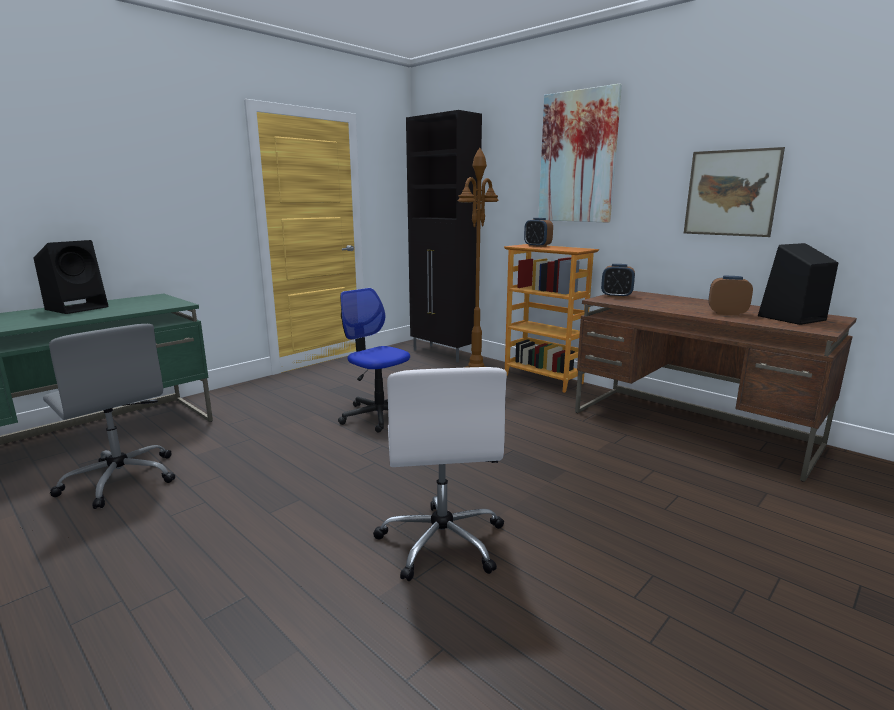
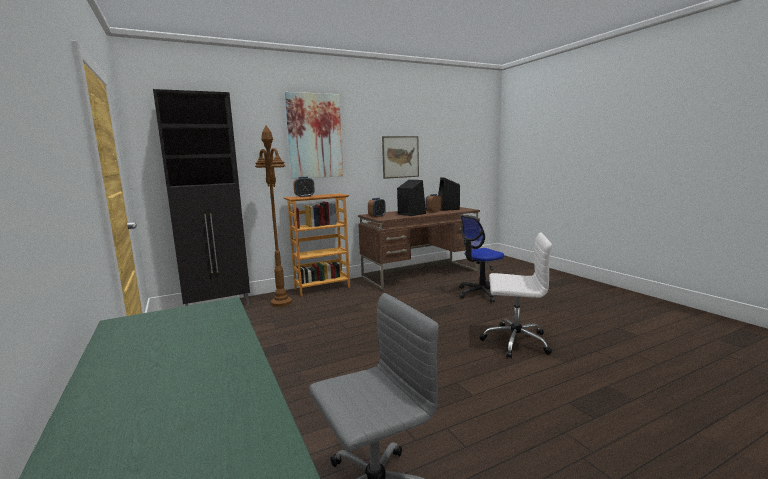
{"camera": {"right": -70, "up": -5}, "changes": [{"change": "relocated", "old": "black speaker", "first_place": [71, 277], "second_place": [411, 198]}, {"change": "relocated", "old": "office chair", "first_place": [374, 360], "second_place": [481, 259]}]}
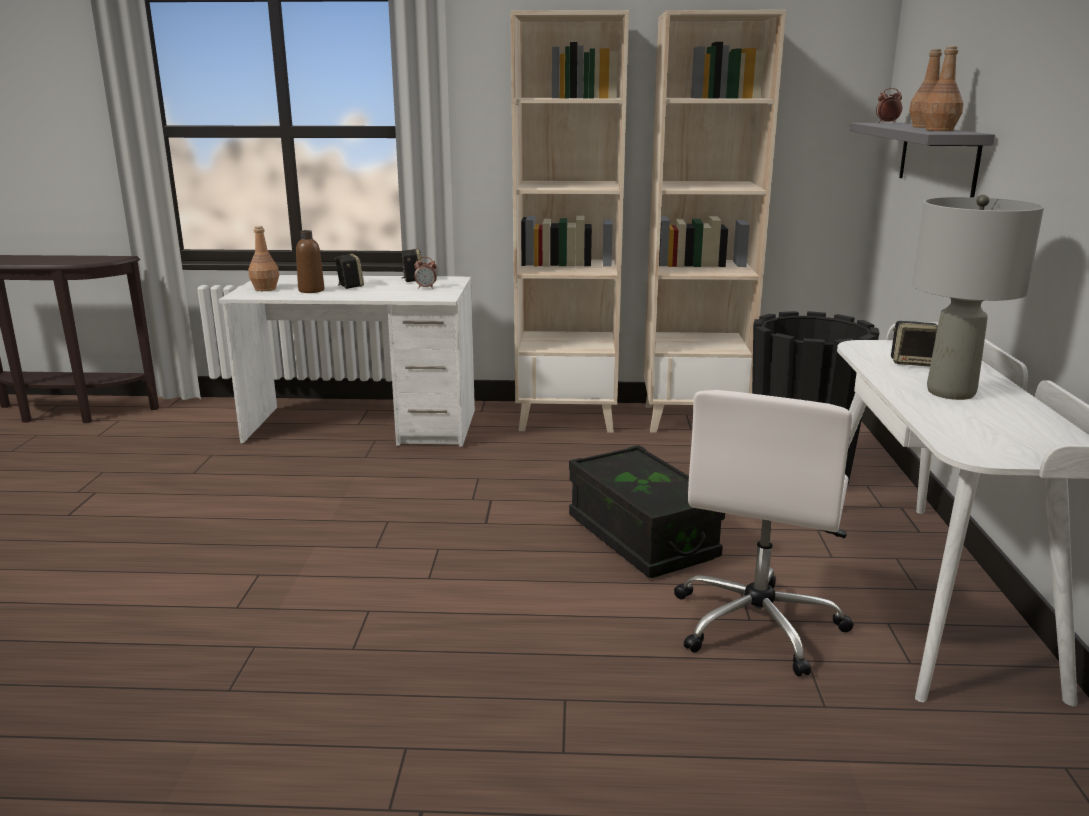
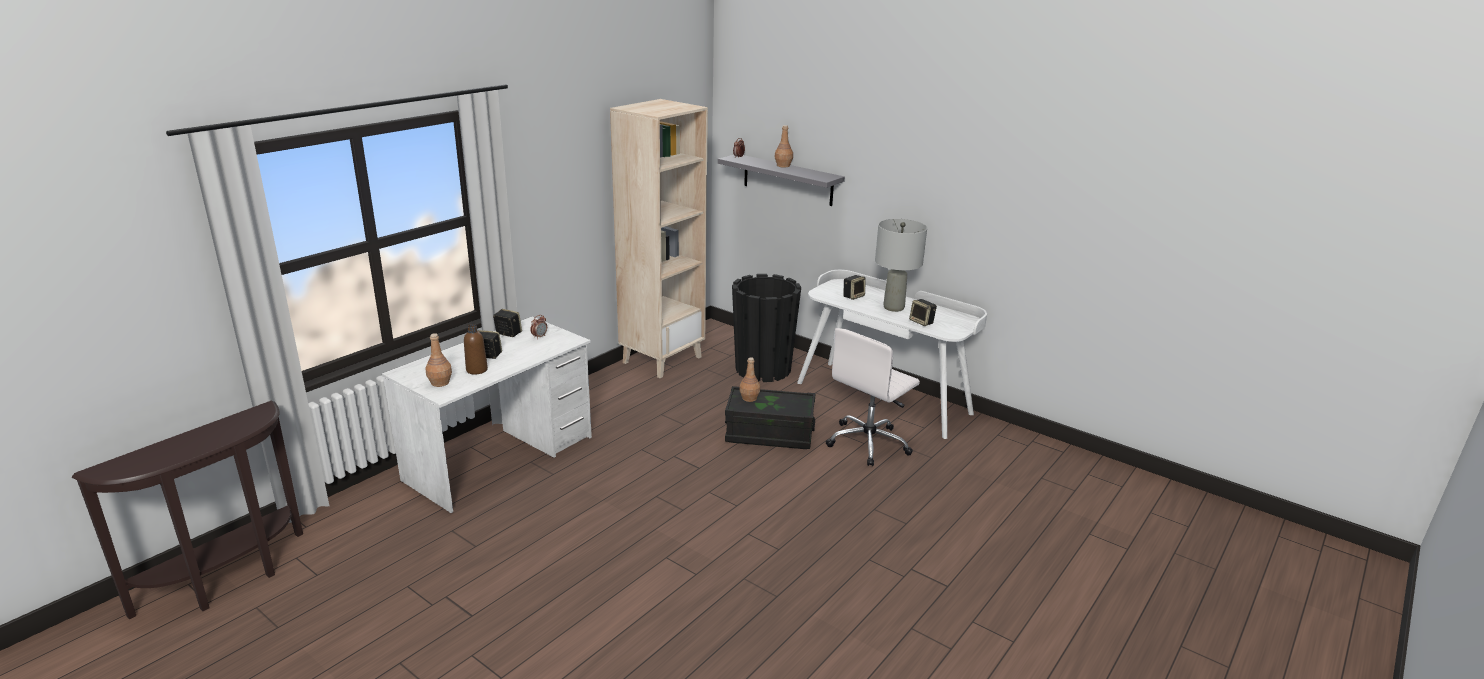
{"camera": {"right": -55, "up": 5}, "changes": [{"change": "missing", "old": "beige bookcase", "first_place": [570, 221]}, {"change": "spun", "old": "white office chair", "first_place": [764, 533], "second_place": [873, 397], "degrees": 75}, {"change": "relocated", "old": "brown bottle", "first_place": [942, 88], "second_place": [749, 379]}, {"change": "appeared", "new": "speaker", "second_place": [923, 312]}]}
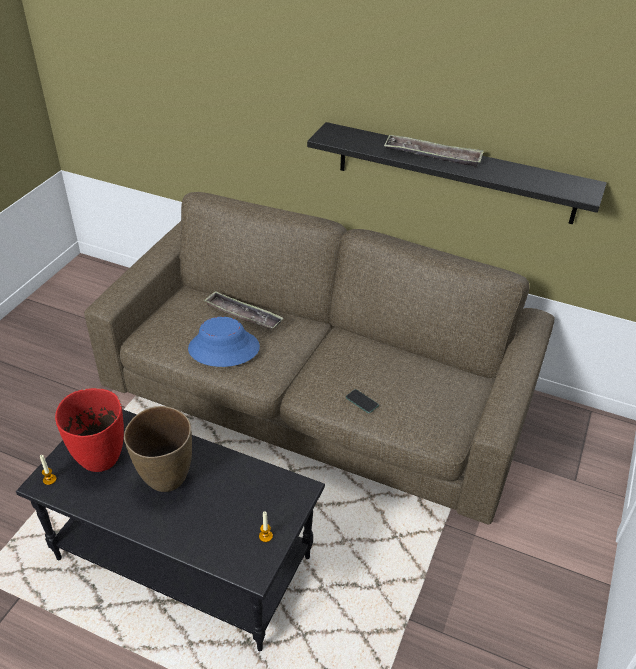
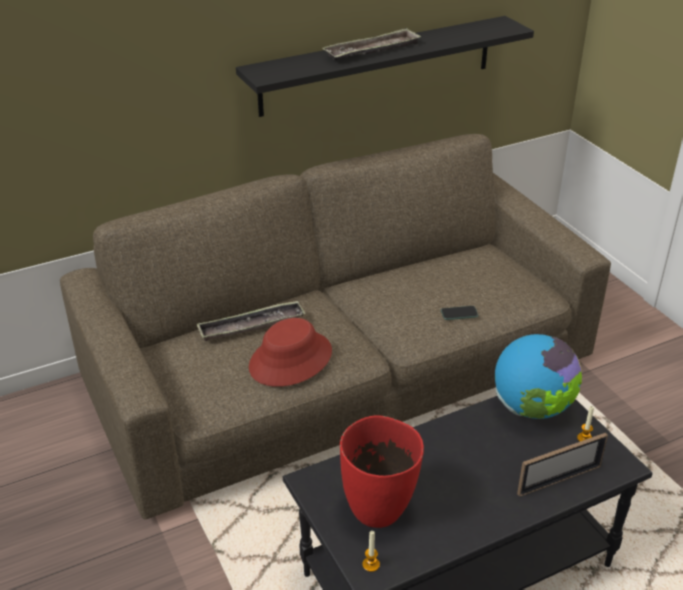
{"camera": {"right": -50, "up": -5}, "changes": [{"change": "missing", "old": "brown vase", "first_place": [158, 449]}, {"change": "colour", "old": "blue hat", "new": "red hat", "first_place": [224, 342], "second_place": [290, 352]}, {"change": "appeared", "new": "globe", "second_place": [538, 376]}, {"change": "appeared", "new": "picture frame", "second_place": [562, 465]}]}
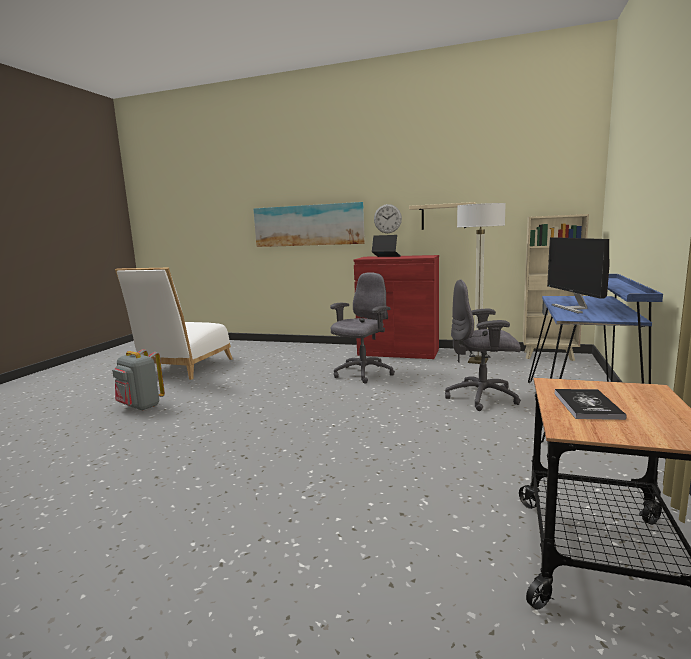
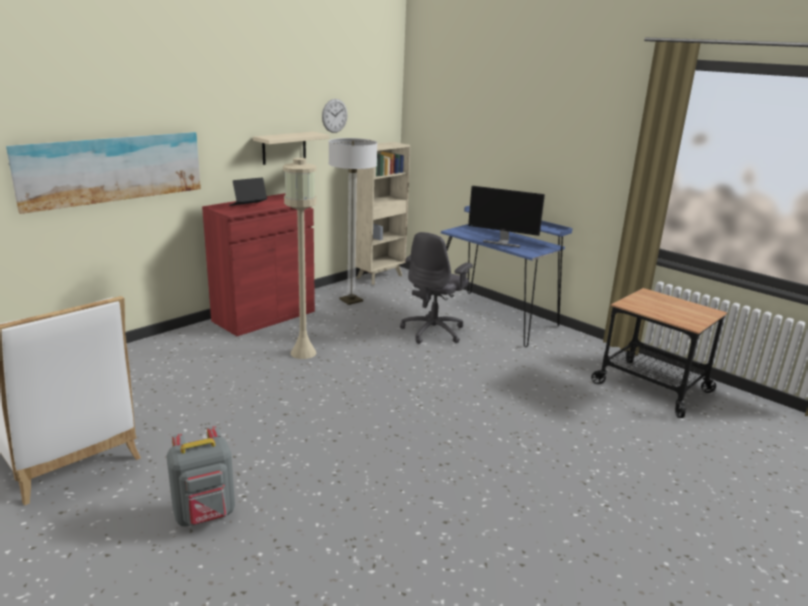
{"camera": {"right": -65, "up": 10}, "changes": [{"change": "exchanged", "old": "grey office chair", "new": "beige floor lamp", "first_place": [362, 328], "second_place": [300, 258]}, {"change": "relocated", "old": "wall clock", "first_place": [388, 218], "second_place": [335, 116]}, {"change": "missing", "old": "book", "first_place": [590, 404]}]}
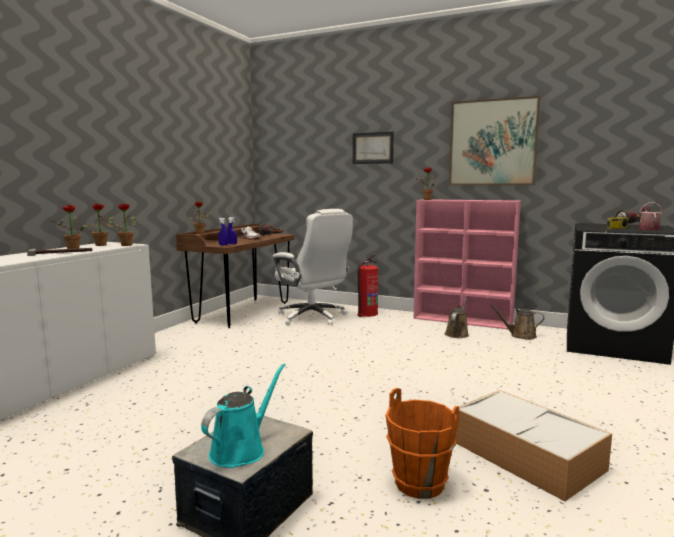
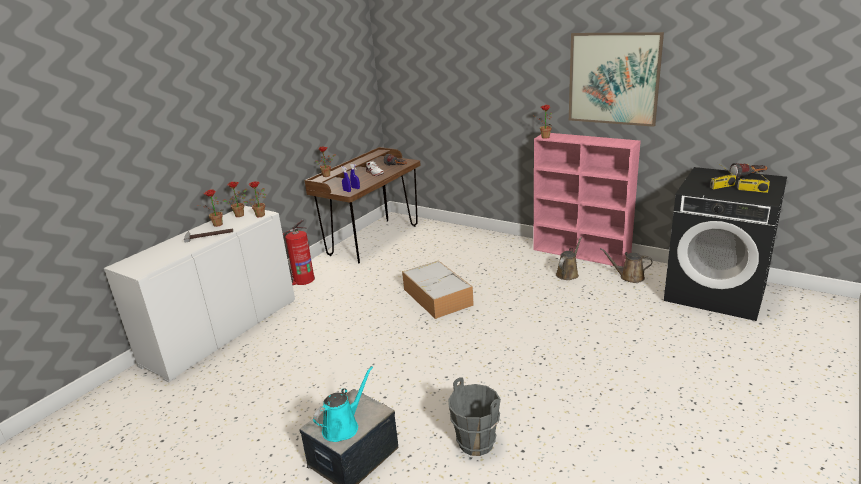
{"camera": {"right": 10, "up": 15}, "changes": [{"change": "missing", "old": "white office chair", "first_place": [313, 267]}, {"change": "missing", "old": "picture", "first_place": [373, 148]}, {"change": "relocated", "old": "fire extinguisher", "first_place": [367, 285], "second_place": [299, 252]}, {"change": "colour", "old": "orange bucket", "new": "grey bucket", "first_place": [422, 443], "second_place": [474, 416]}, {"change": "relocated", "old": "storage box", "first_place": [533, 445], "second_place": [438, 290]}, {"change": "exchanged", "old": "watering can", "new": "radio", "first_place": [651, 216], "second_place": [753, 179]}]}
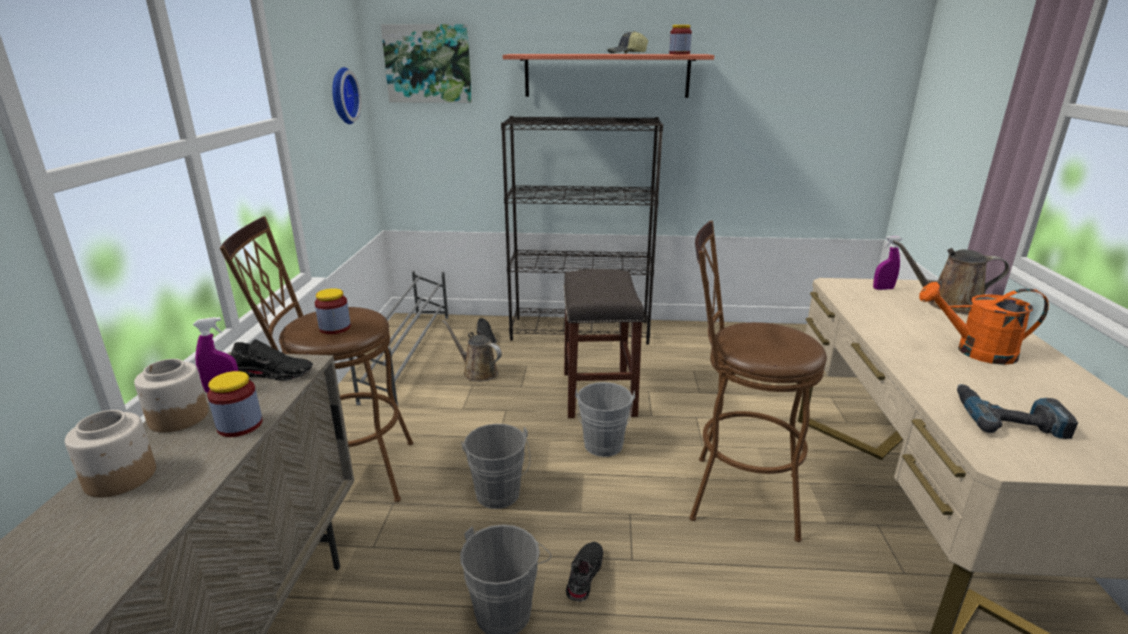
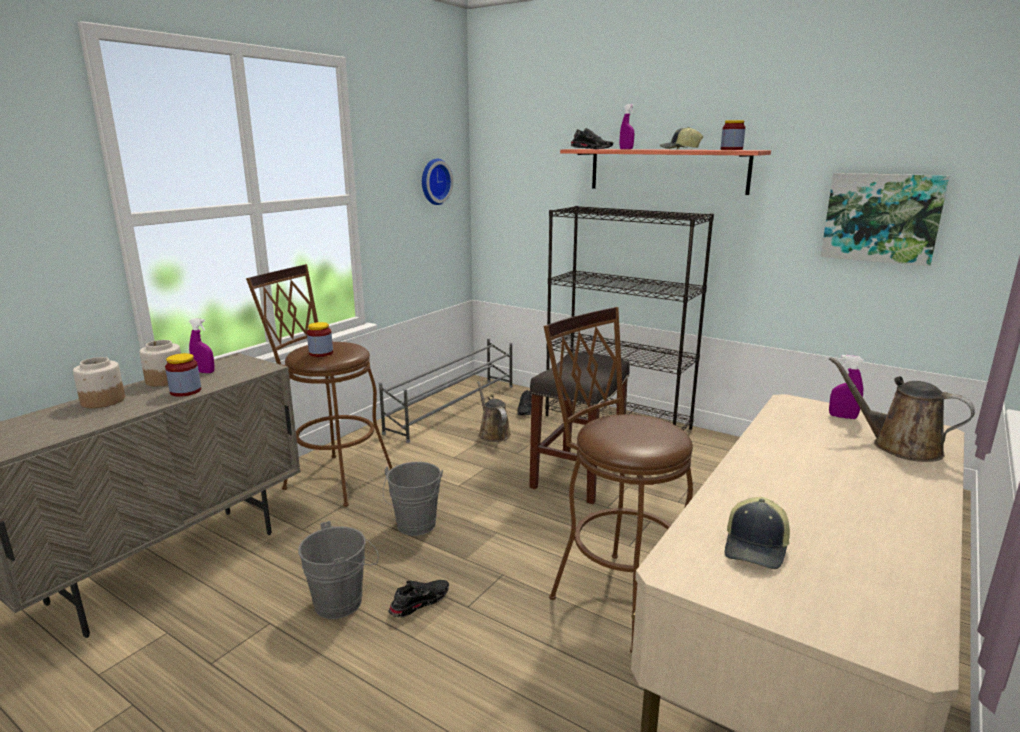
{"camera": {"right": 30, "up": -5}, "changes": [{"change": "relocated", "old": "black shoe", "first_place": [272, 360], "second_place": [591, 138]}, {"change": "relocated", "old": "picture", "first_place": [426, 63], "second_place": [884, 219]}, {"change": "missing", "old": "grey bucket", "first_place": [605, 419]}, {"change": "missing", "old": "orange watering can", "first_place": [984, 323]}, {"change": "exchanged", "old": "power drill", "new": "cap", "first_place": [1017, 411], "second_place": [757, 533]}, {"change": "appeared", "new": "purple spray bottle", "second_place": [627, 126]}]}
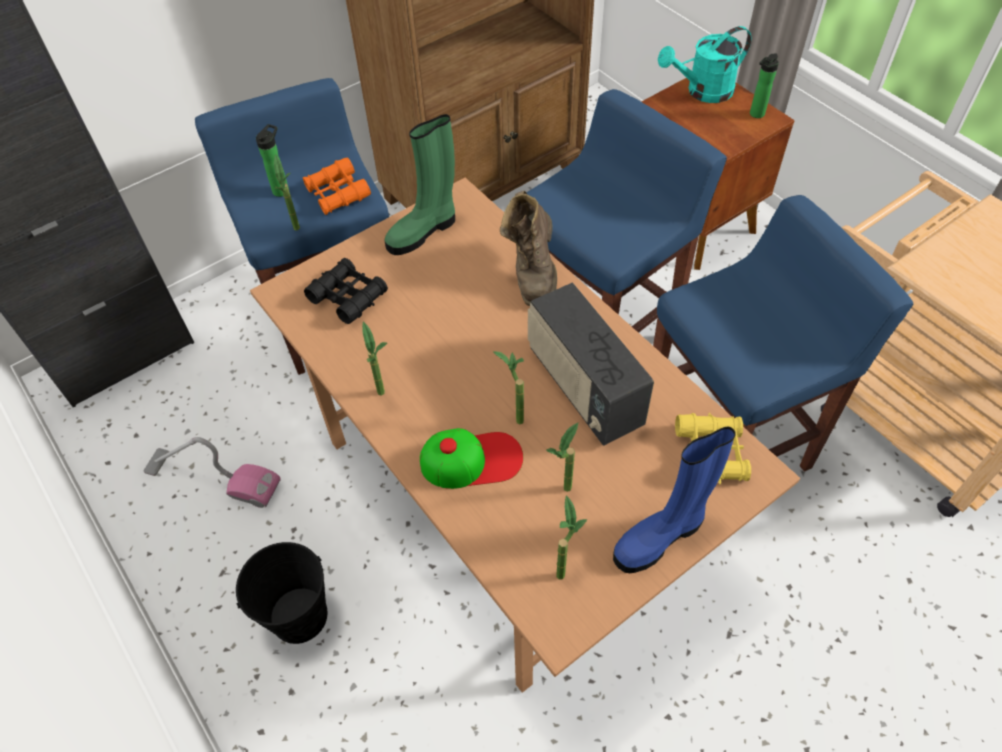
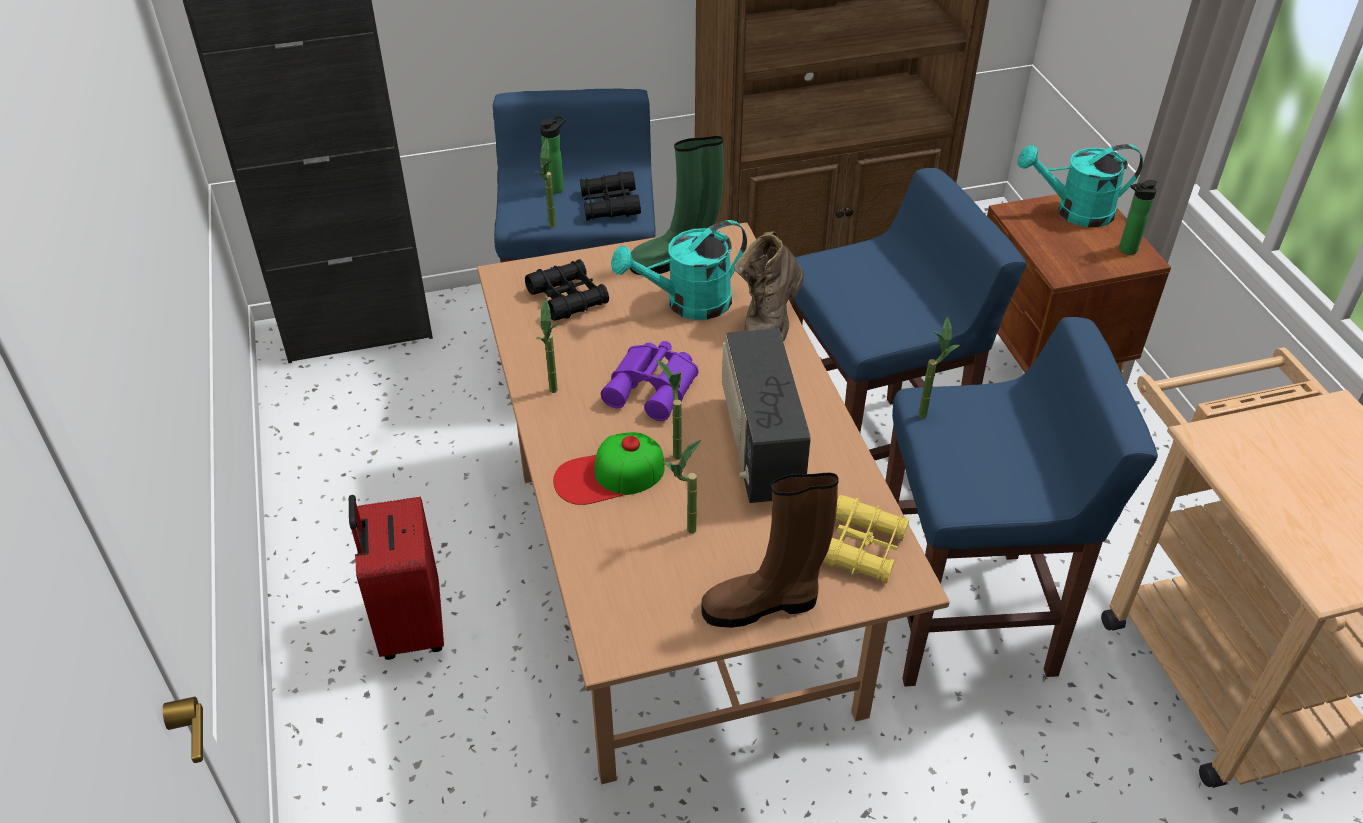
{"camera": {"right": 20, "up": -10}, "changes": [{"change": "missing", "old": "vacuum cleaner", "first_place": [212, 472]}, {"change": "exchanged", "old": "black bucket", "new": "red suitcase", "first_place": [282, 593], "second_place": [396, 577]}, {"change": "colour", "old": "orange binoculars", "new": "black binoculars", "first_place": [337, 186], "second_place": [610, 196]}, {"change": "spun", "old": "cap", "first_place": [471, 458], "second_place": [609, 468], "degrees": 150}, {"change": "relocated", "old": "potted plant", "first_place": [571, 537], "second_place": [939, 367]}, {"change": "colour", "old": "blue boot", "new": "brown boot", "first_place": [674, 500], "second_place": [770, 550]}, {"change": "appeared", "new": "purple binoculars", "second_place": [649, 381]}, {"change": "appeared", "new": "turquoise watering can", "second_place": [679, 270]}]}
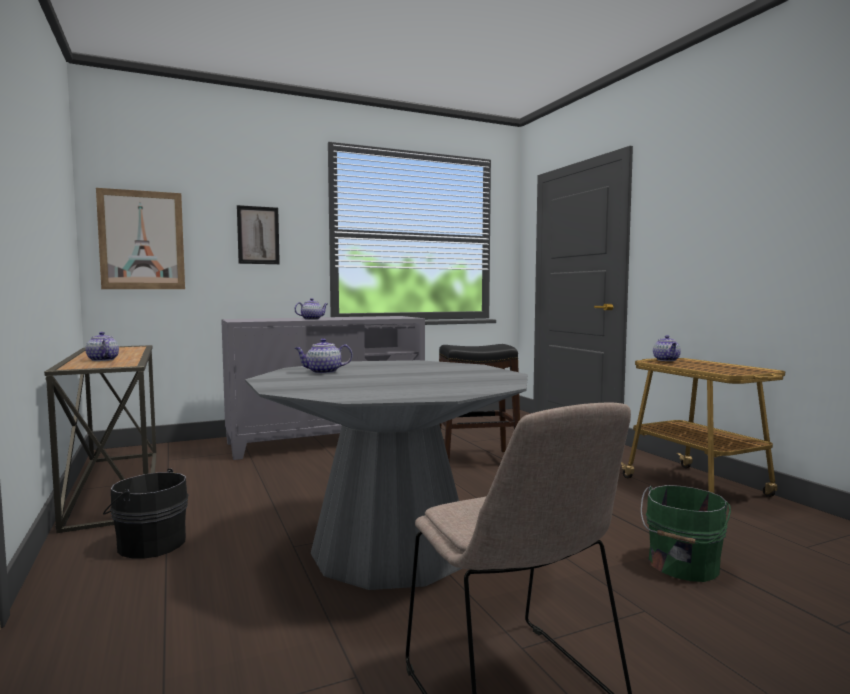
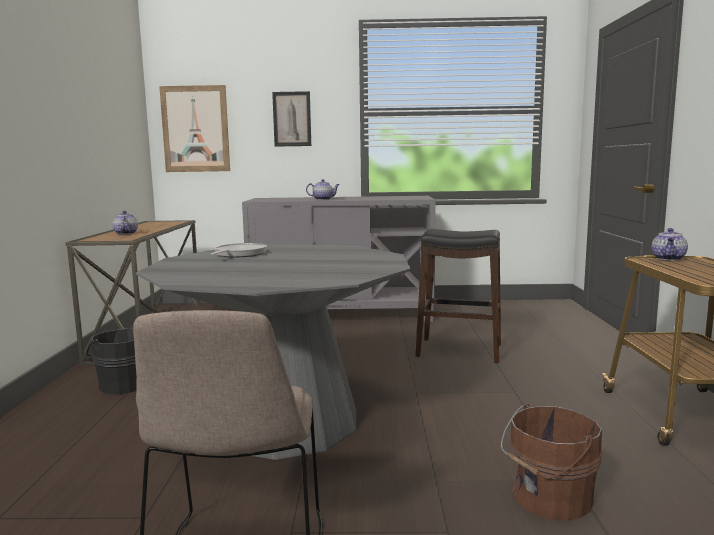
{"camera": {"right": 25, "up": 5}, "changes": [{"change": "exchanged", "old": "teapot", "new": "frying pan", "first_place": [323, 356], "second_place": [239, 250]}, {"change": "colour", "old": "green bucket", "new": "brown bucket", "first_place": [685, 533], "second_place": [551, 462]}]}
